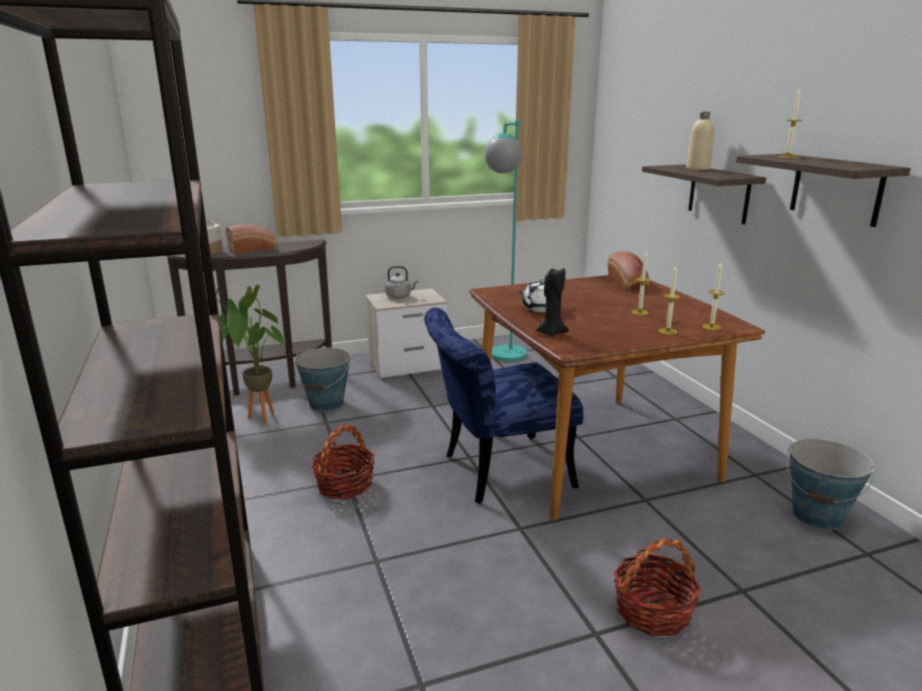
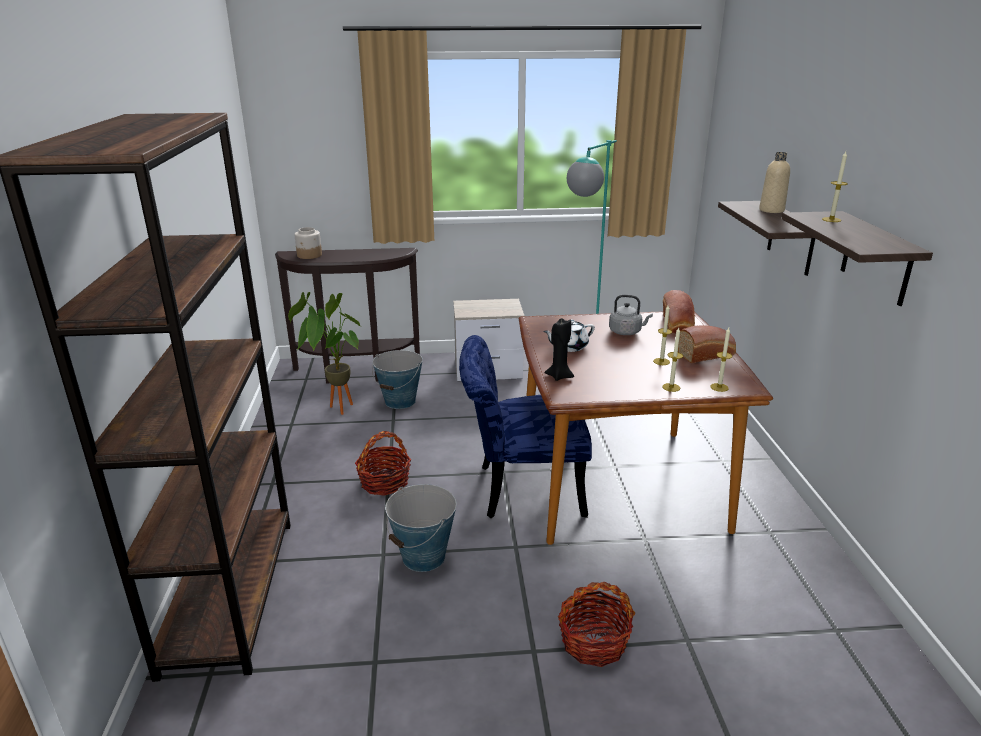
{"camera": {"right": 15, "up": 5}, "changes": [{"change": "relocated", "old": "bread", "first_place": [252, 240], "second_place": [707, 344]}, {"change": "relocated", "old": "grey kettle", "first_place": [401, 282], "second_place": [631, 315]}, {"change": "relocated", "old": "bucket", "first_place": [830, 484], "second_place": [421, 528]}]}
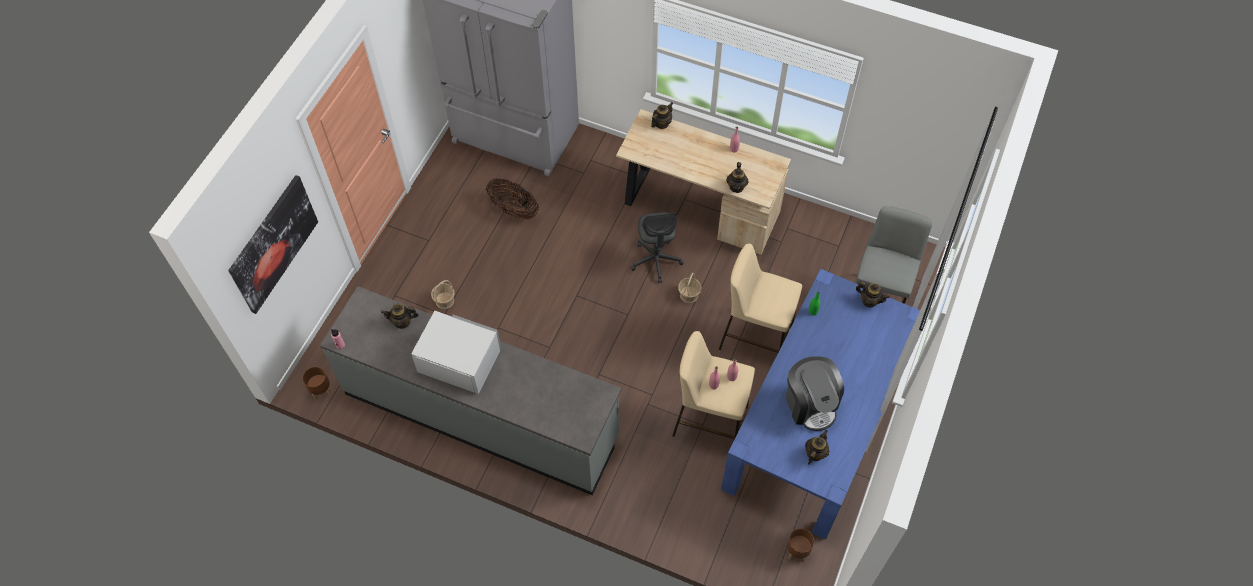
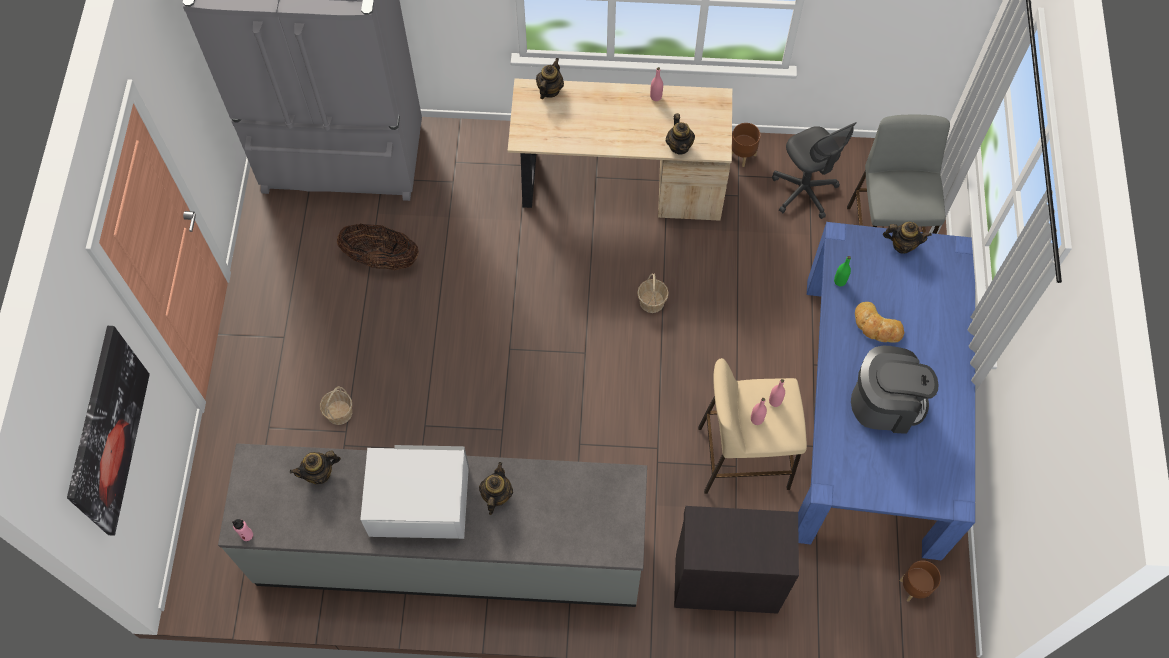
{"camera": {"right": -20, "up": 5}, "changes": [{"change": "relocated", "old": "brown planter", "first_place": [317, 383], "second_place": [746, 145]}, {"change": "relocated", "old": "grey office chair", "first_place": [657, 247], "second_place": [814, 170]}, {"change": "missing", "old": "beige stool", "first_place": [760, 298]}, {"change": "spun", "old": "coffee machine", "first_place": [815, 393], "second_place": [895, 390], "degrees": -45}, {"change": "relocated", "old": "teapot", "first_place": [817, 447], "second_place": [496, 488]}, {"change": "appeared", "new": "black cabinet", "second_place": [736, 560]}, {"change": "appeared", "new": "bread", "second_place": [879, 322]}]}
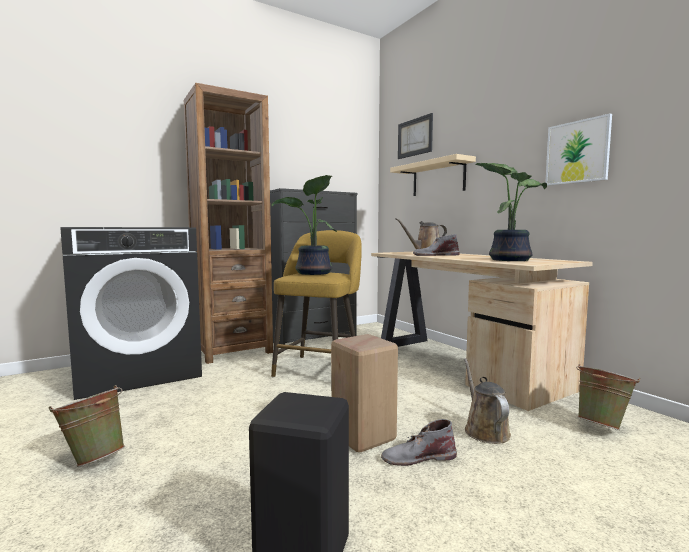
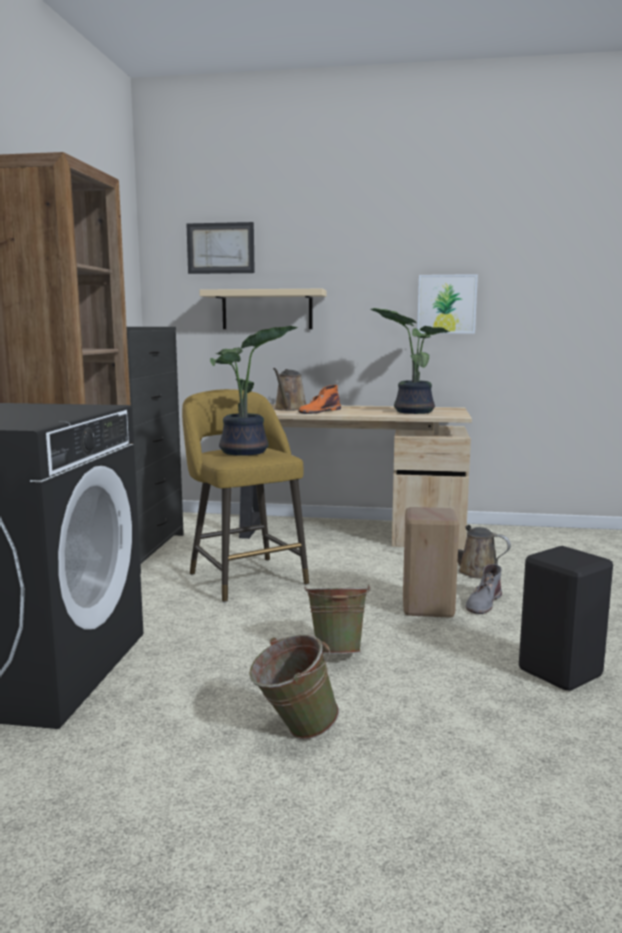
{"camera": {"right": -50, "up": 5}, "changes": [{"change": "colour", "old": "grey boot", "new": "orange boot", "first_place": [436, 245], "second_place": [319, 399]}, {"change": "relocated", "old": "green bucket", "first_place": [608, 397], "second_place": [337, 619]}]}
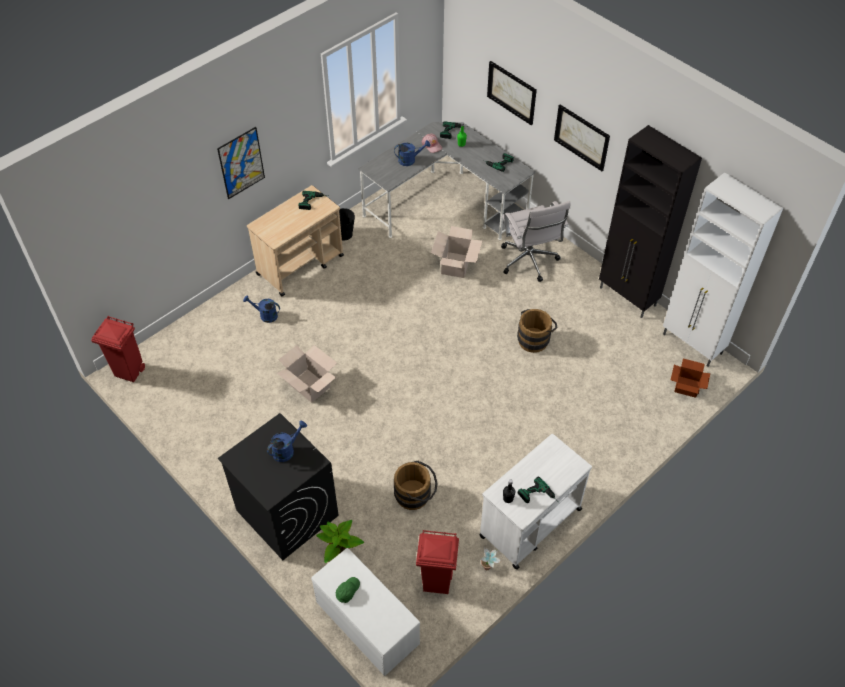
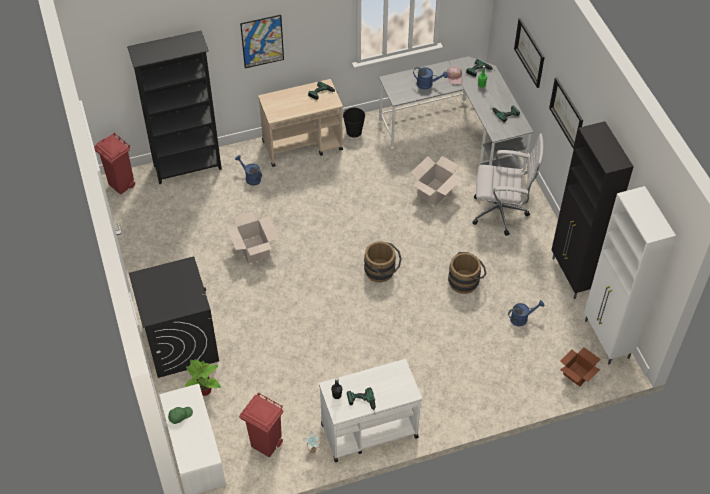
{"camera": {"right": 25, "up": 0}, "changes": [{"change": "relocated", "old": "blue watering can", "first_place": [287, 441], "second_place": [526, 313]}, {"change": "relocated", "old": "brown bucket", "first_place": [416, 485], "second_place": [383, 262]}, {"change": "spun", "old": "white office chair", "first_place": [536, 241], "second_place": [508, 184], "degrees": -90}, {"change": "appeared", "new": "black bookcase", "second_place": [174, 107]}]}
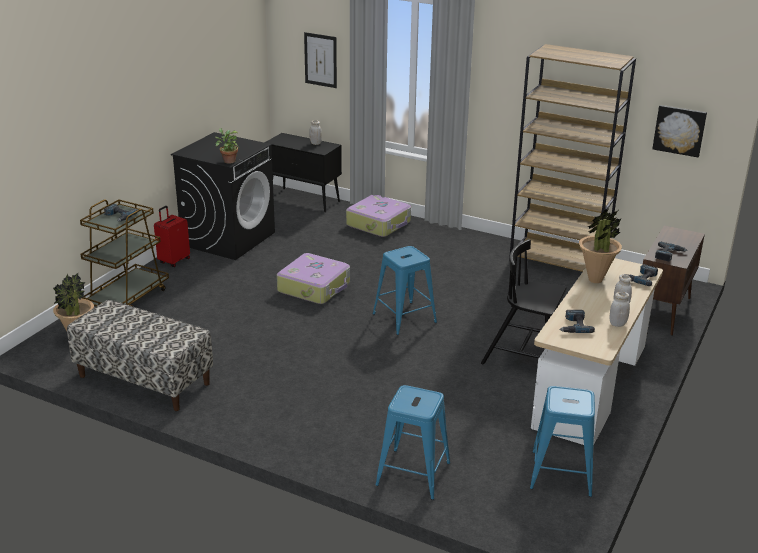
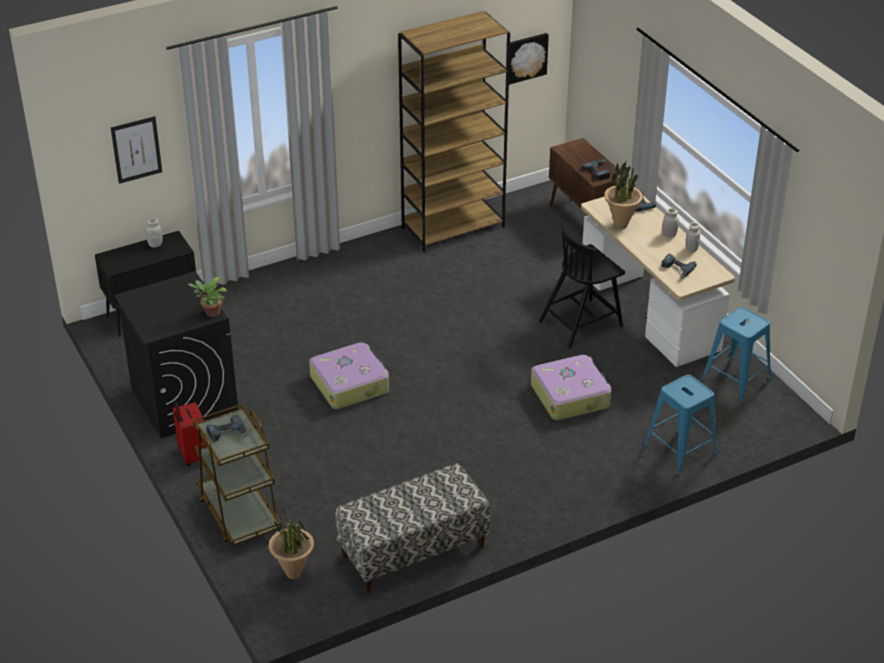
{"camera": {"right": -55, "up": 10}, "changes": [{"change": "relocated", "old": "suitcase", "first_place": [378, 216], "second_place": [571, 387]}, {"change": "missing", "old": "blue stool", "first_place": [405, 290]}]}
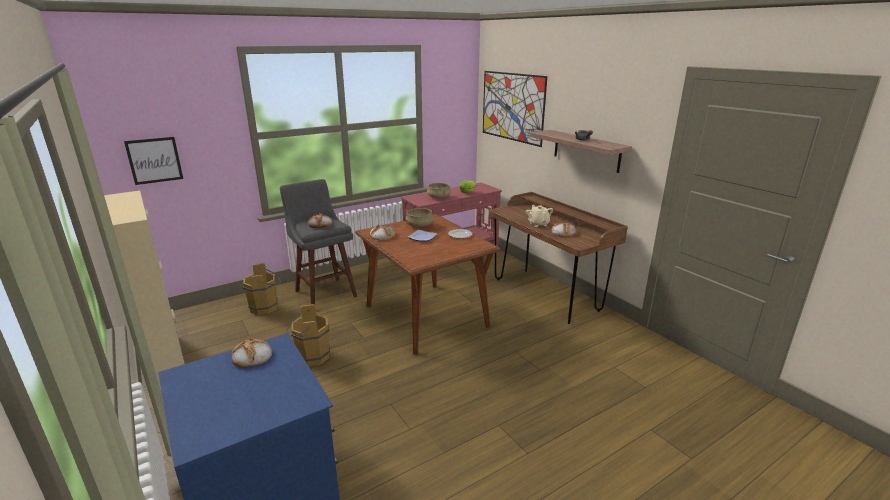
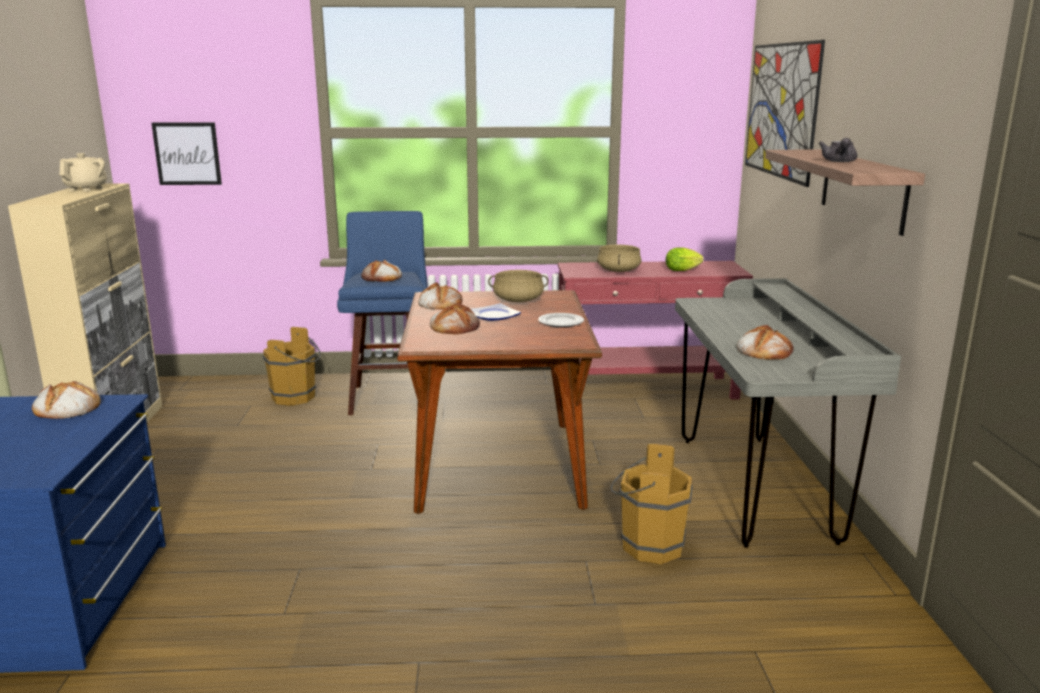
{"camera": {"right": 30, "up": -5}, "changes": [{"change": "colour", "old": "grey stool", "new": "blue stool", "first_place": [318, 241], "second_place": [382, 313]}, {"change": "relocated", "old": "brown bucket", "first_place": [308, 335], "second_place": [651, 504]}, {"change": "colour", "old": "brown desk", "new": "grey desk", "first_place": [558, 258], "second_place": [788, 413]}, {"change": "relocated", "old": "beige teapot", "first_place": [539, 216], "second_place": [83, 172]}, {"change": "appeared", "new": "bread", "second_place": [455, 318]}]}
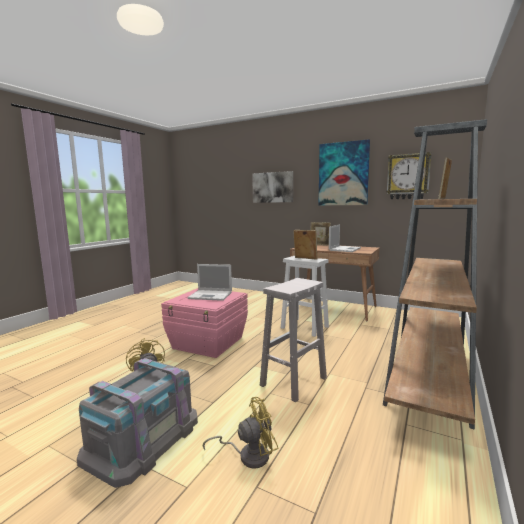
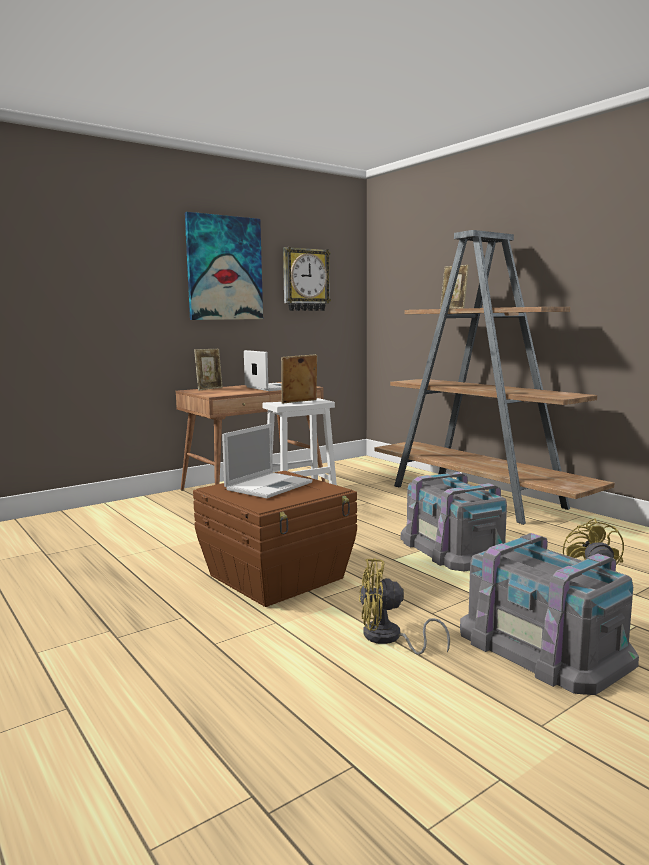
{"camera": {"right": -65, "up": 0}, "changes": [{"change": "colour", "old": "pink storage box", "new": "brown storage box", "first_place": [204, 323], "second_place": [275, 539]}, {"change": "missing", "old": "picture", "first_place": [272, 187]}, {"change": "exchanged", "old": "white stool", "new": "grey storage box", "first_place": [293, 340], "second_place": [454, 521]}]}
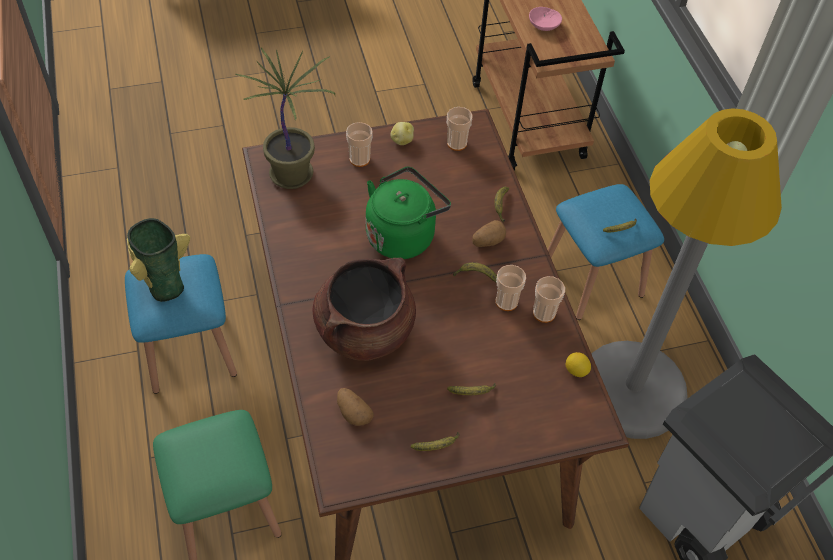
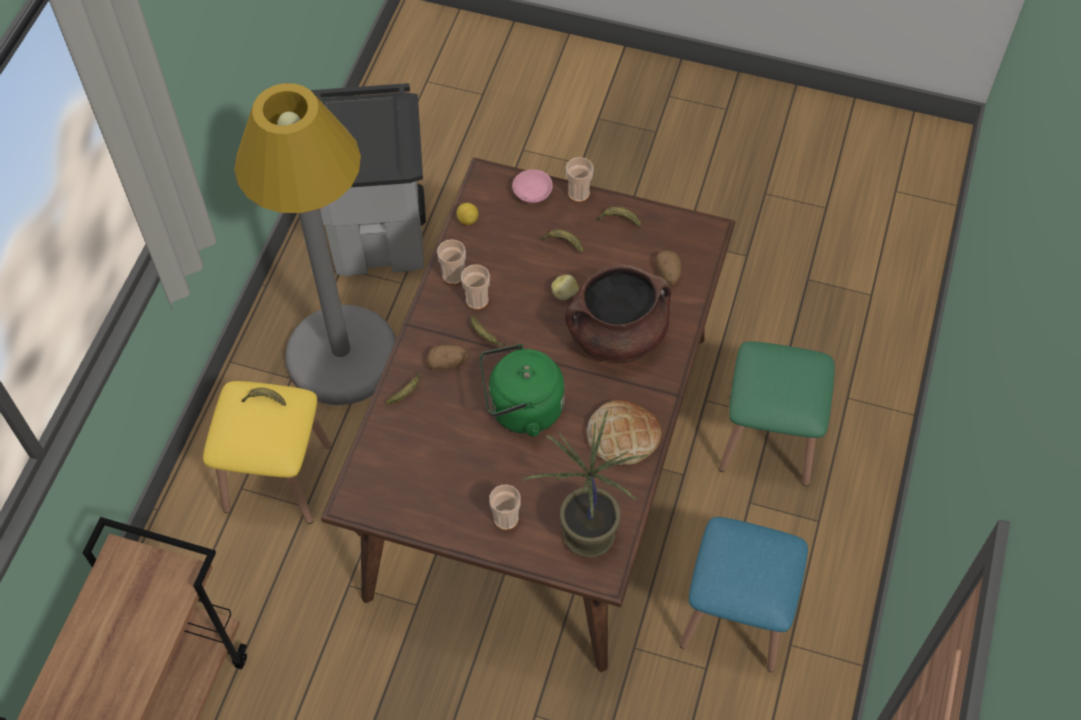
{"camera": {"right": -145, "up": 5}, "changes": [{"change": "missing", "old": "vase", "first_place": [158, 260]}, {"change": "relocated", "old": "potato", "first_place": [402, 133], "second_place": [565, 287]}, {"change": "relocated", "old": "cup", "first_place": [460, 129], "second_place": [579, 179]}, {"change": "relocated", "old": "pink bowl", "first_place": [545, 19], "second_place": [532, 186]}, {"change": "colour", "old": "blue stool", "new": "yellow stool", "first_place": [606, 252], "second_place": [267, 452]}, {"change": "appeared", "new": "bread", "second_place": [624, 432]}]}
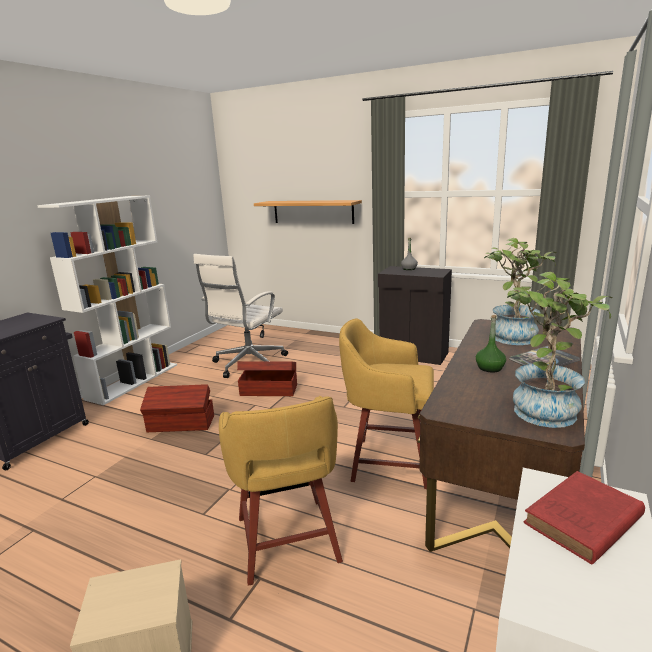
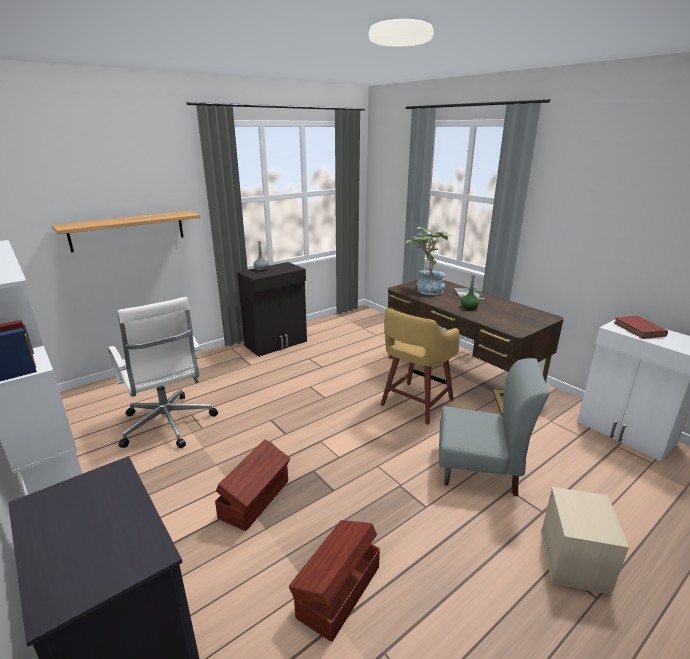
{"camera": {"right": -65, "up": 5}, "changes": [{"change": "exchanged", "old": "yellow stool", "new": "grey chair", "first_place": [281, 491], "second_place": [494, 427]}, {"change": "relocated", "old": "brown storage box", "first_place": [267, 378], "second_place": [334, 581]}, {"change": "missing", "old": "potted plant", "first_place": [560, 350]}]}
